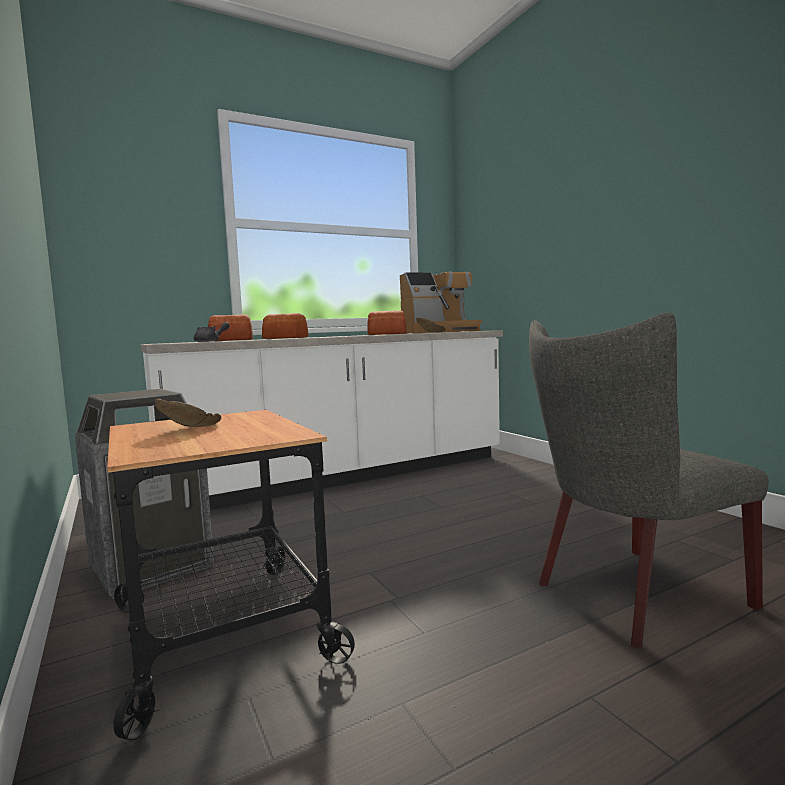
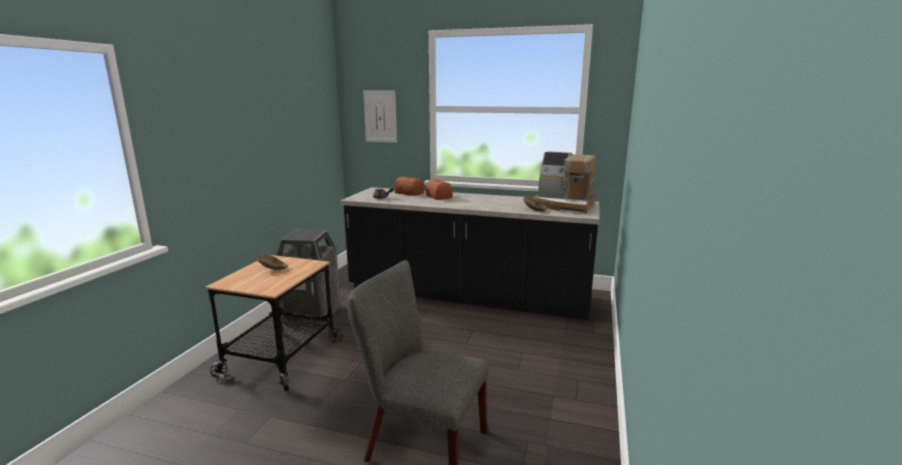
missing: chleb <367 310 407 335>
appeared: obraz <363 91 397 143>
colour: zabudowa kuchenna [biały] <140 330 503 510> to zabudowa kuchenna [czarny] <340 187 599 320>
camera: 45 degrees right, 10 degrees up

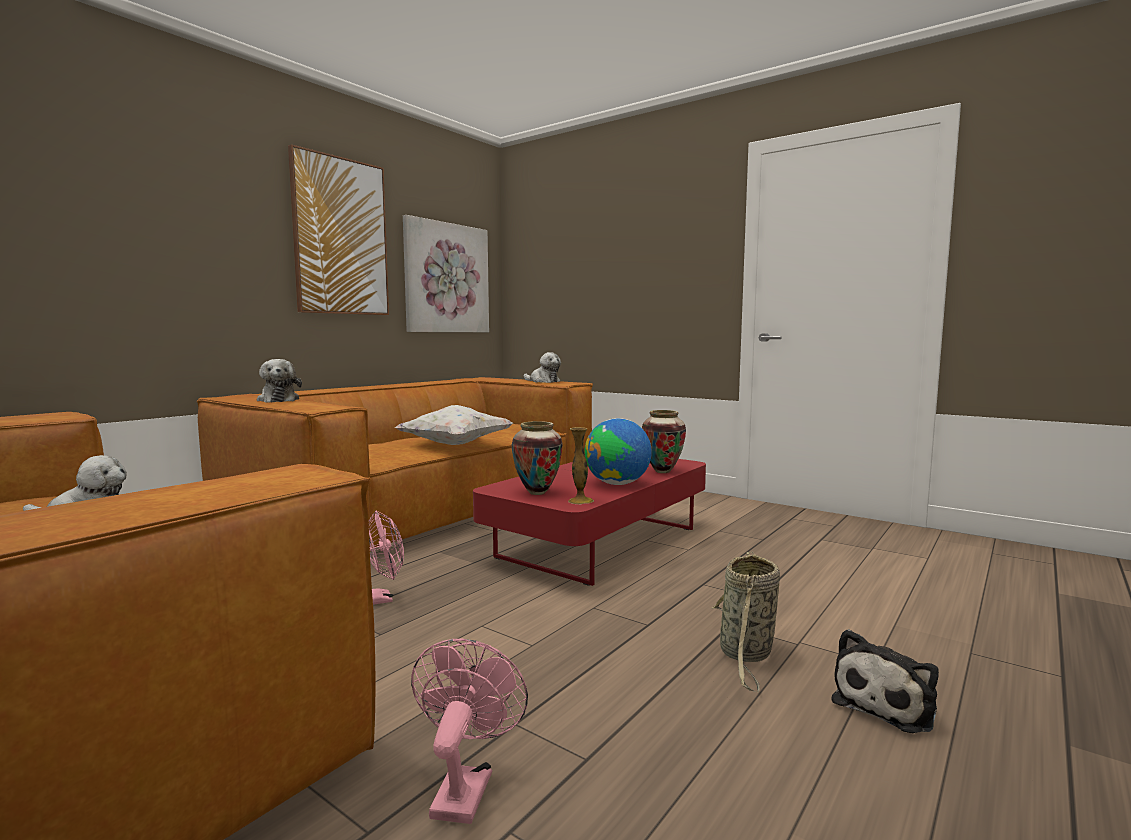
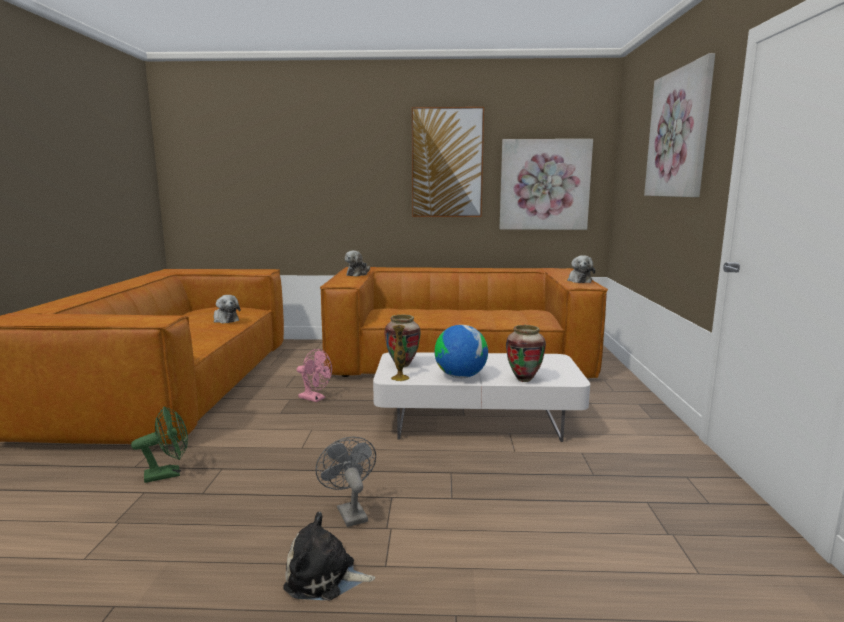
missing: poduszka [biały] <394 405 513 445>
appeared: obraz <644 53 715 197>
exchanged: koszyk <712 552 780 692> to wentylator [szary] <315 437 376 527>
colour: wentylator [różowy] <411 639 528 824> to wentylator [zielony] <131 406 188 483>; ława [czerwony] <473 459 706 586> to ława [biały] <373 352 590 442>
camera: 55 degrees right, 5 degrees up

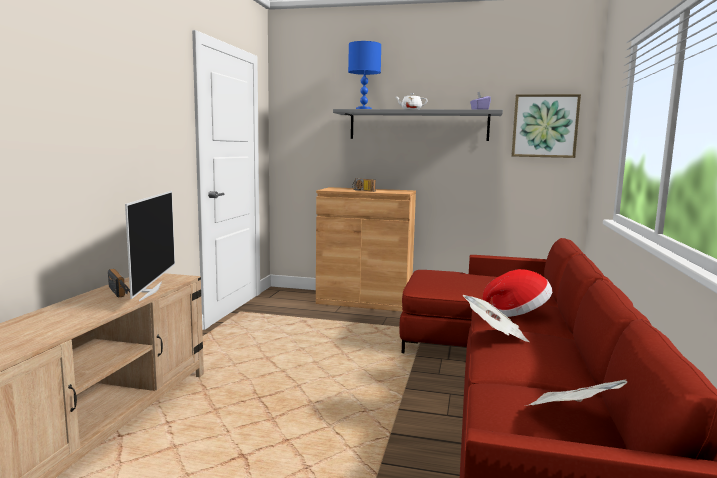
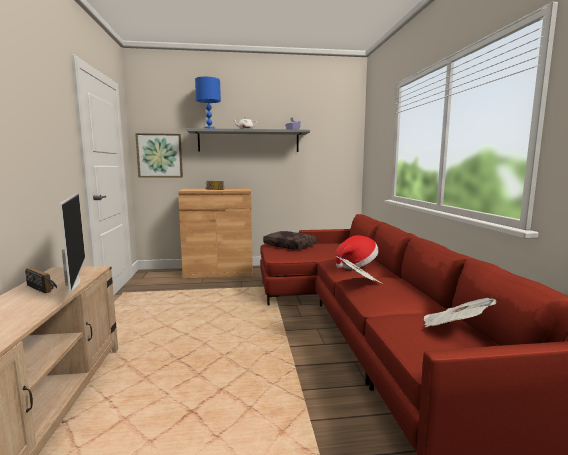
appeared: poduszka [brązowy] <263 231 317 250>
relocated: obraz <511 94 581 158> to <135 133 183 178>
camera: 20 degrees left, 0 degrees up

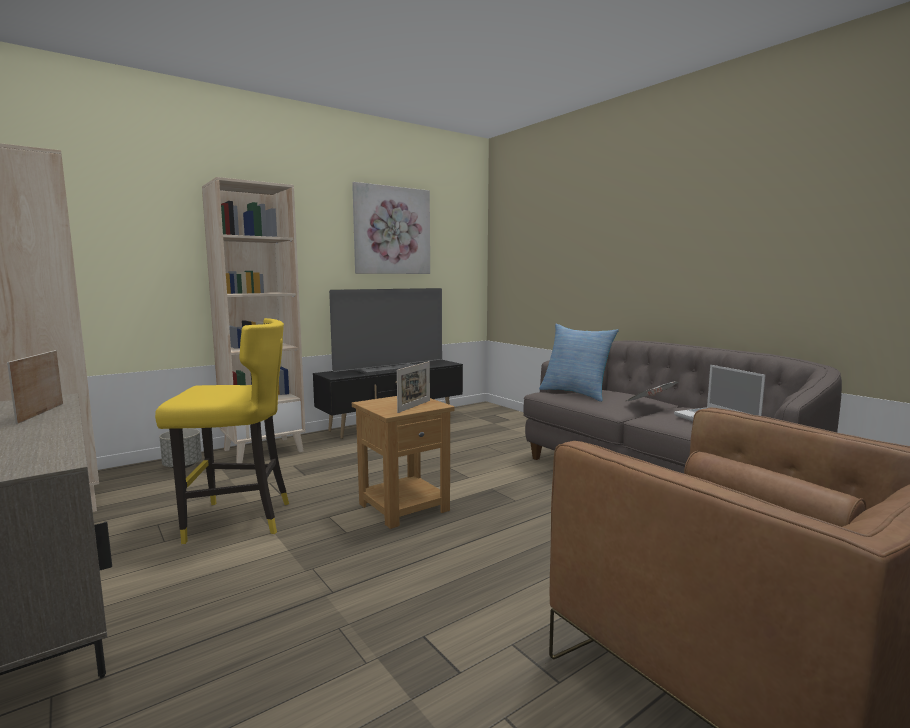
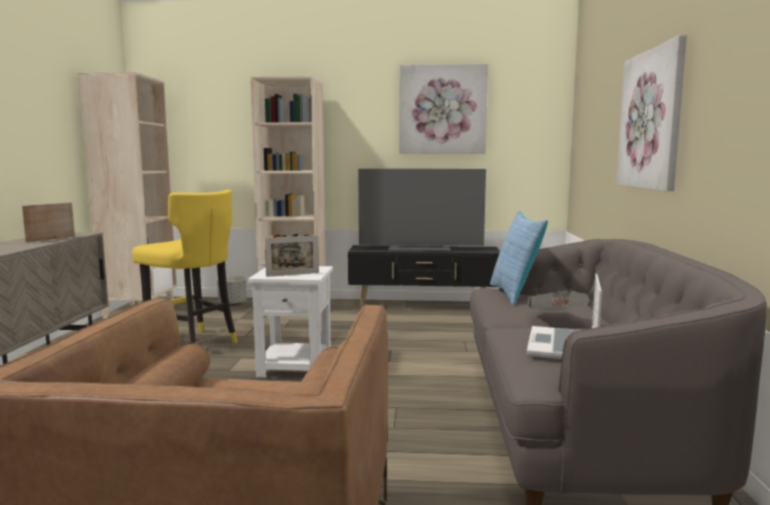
appeared: obraz <616 35 687 191>
colour: stolik [brązowy] <352 396 455 529> to stolik [biały] <248 266 333 378>
camera: 40 degrees right, 0 degrees up

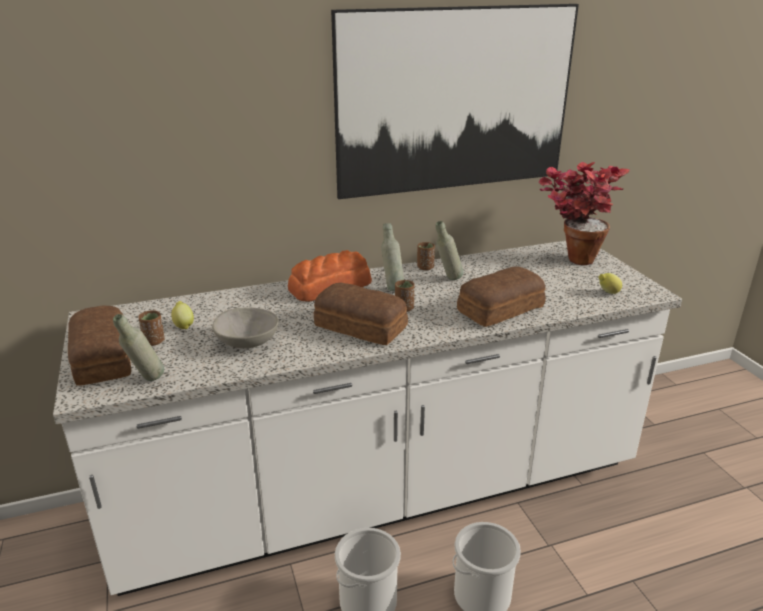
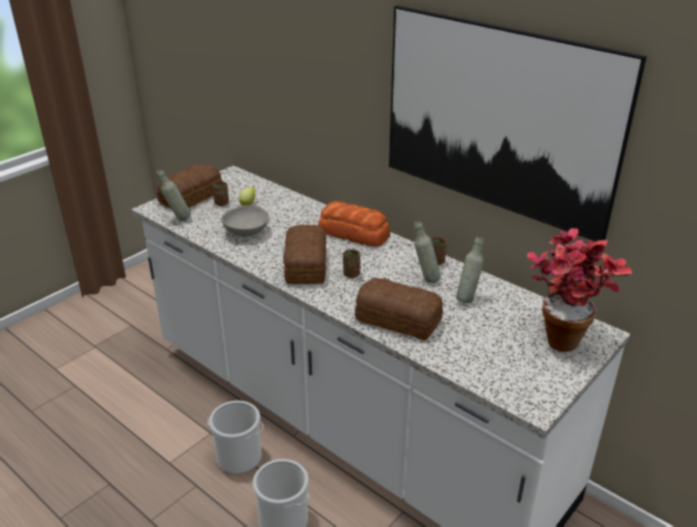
missing: cytryna <598 273 622 294>
relocated: butelka [szary] <381 223 404 291> to <456 237 484 303>
camera: 60 degrees right, 5 degrees up

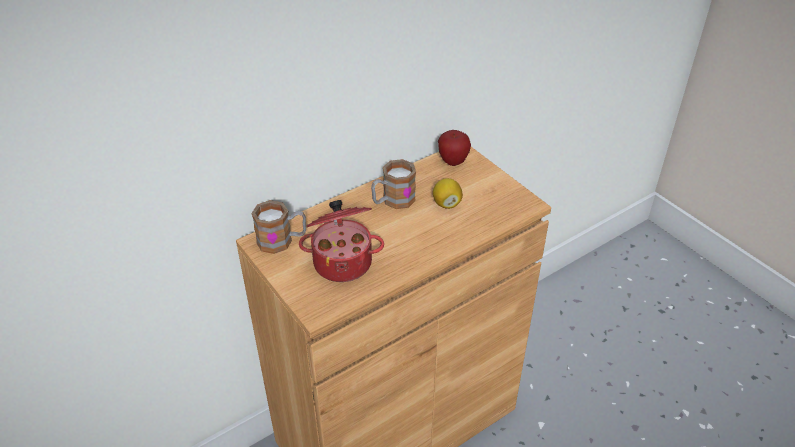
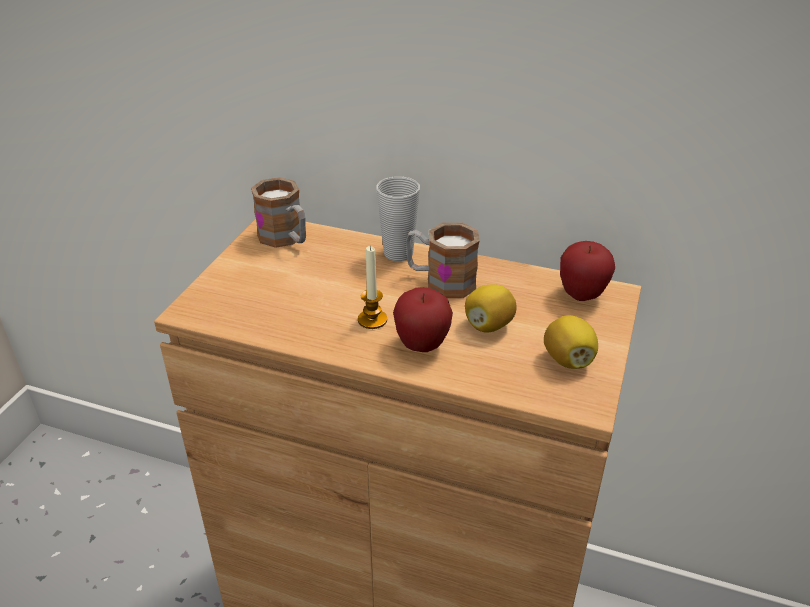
missing: garnek <299 200 384 282>
appeared: świeca <358 246 387 329>; filiżanka <377 176 420 261>; jabłko <393 287 453 352>; cytryna <544 315 598 369>
camera: 55 degrees right, 5 degrees down

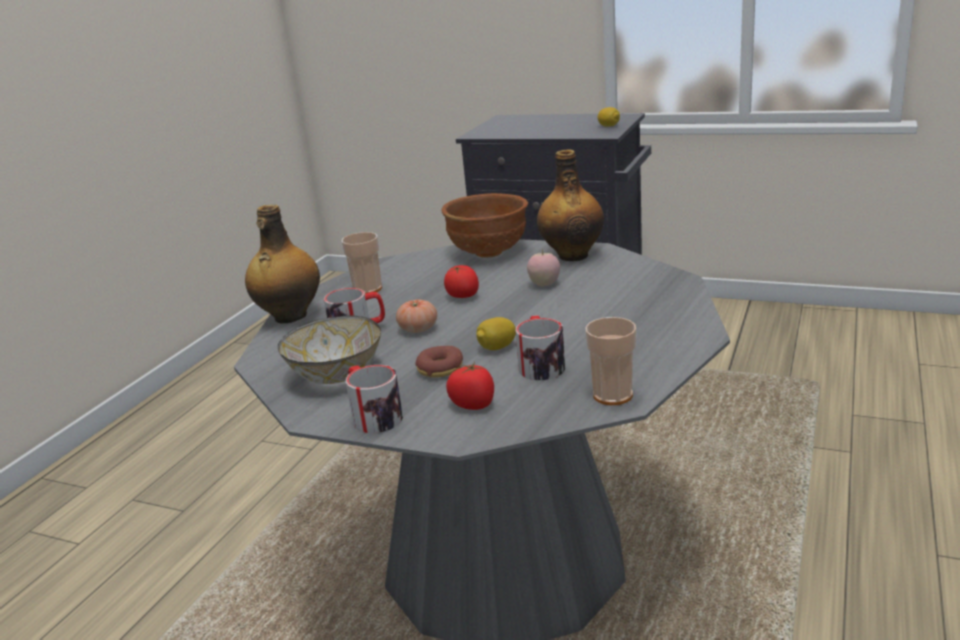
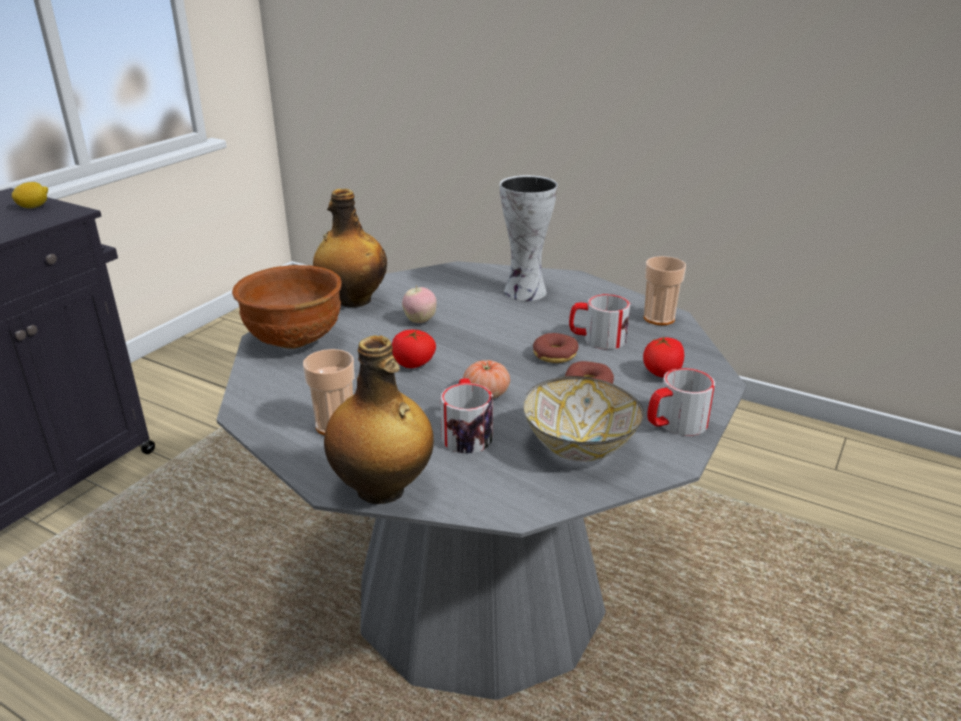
appeared: wazon <500 175 558 301>
exchanged: cytryna <476 317 516 350> to donut <533 333 578 363>
camera: 85 degrees left, 5 degrees up

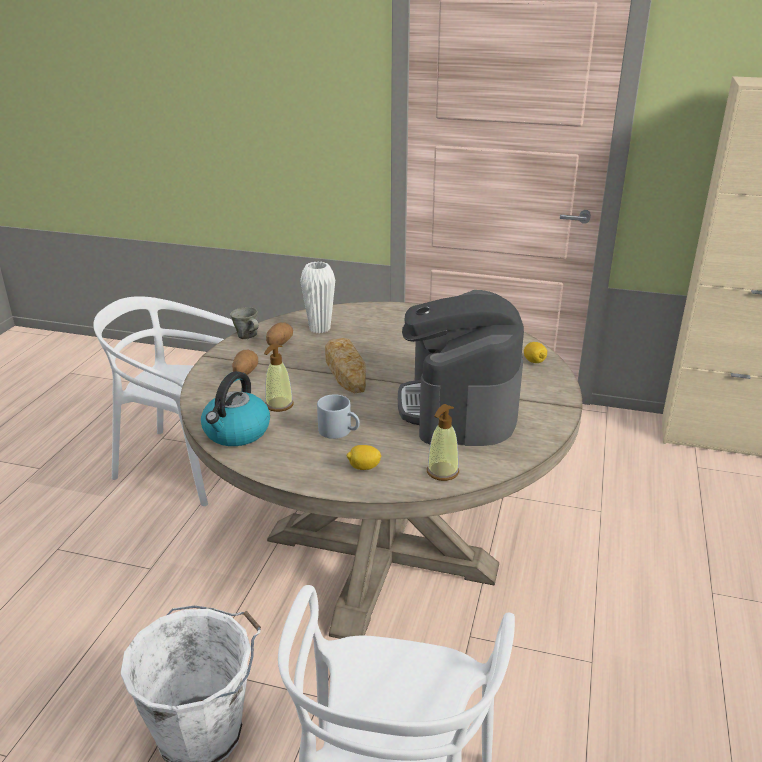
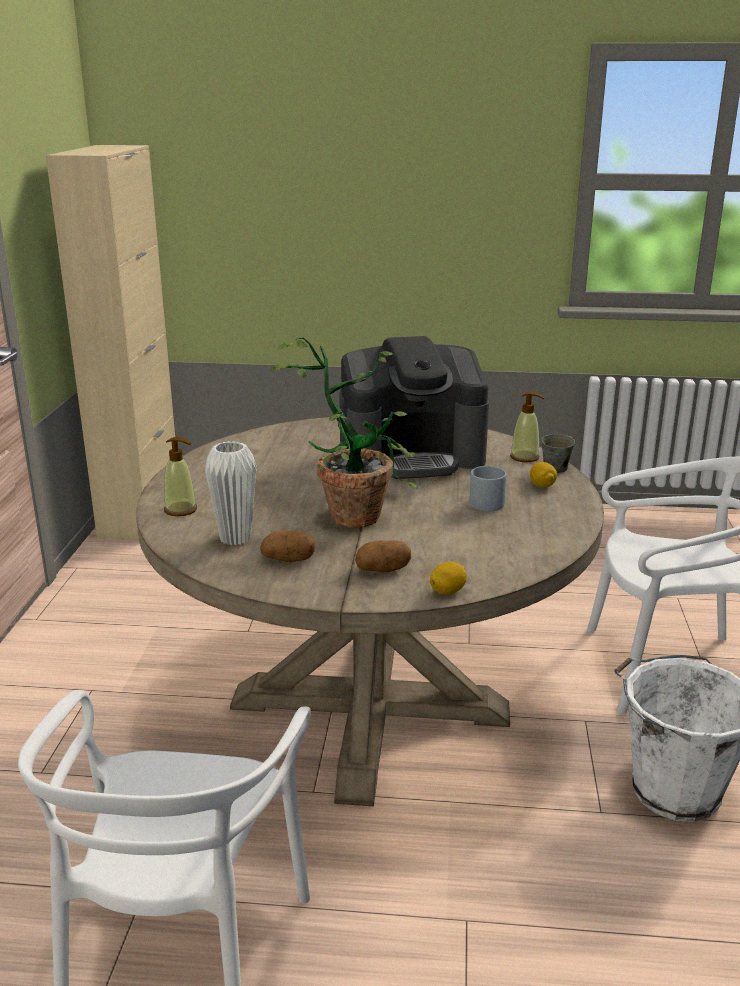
missing: czajnik <201 371 270 446>
relocated: kubek [szary] <230 307 259 339> to <541 434 575 473>; dozownik mydła <264 344 294 412> to <164 437 197 516>; cytryna <524 342 547 363> to <430 561 467 595>
exchanged: chleb <325 338 366 394> to roślina doniczkowa <270 338 419 528>
camera: 100 degrees left, 5 degrees down

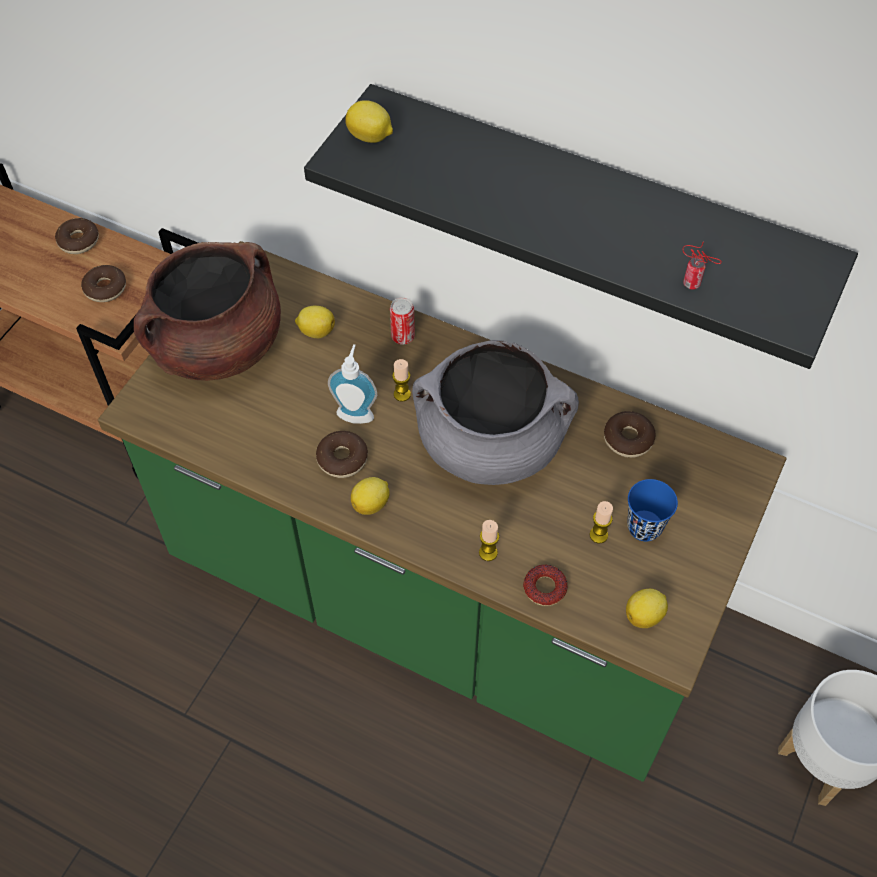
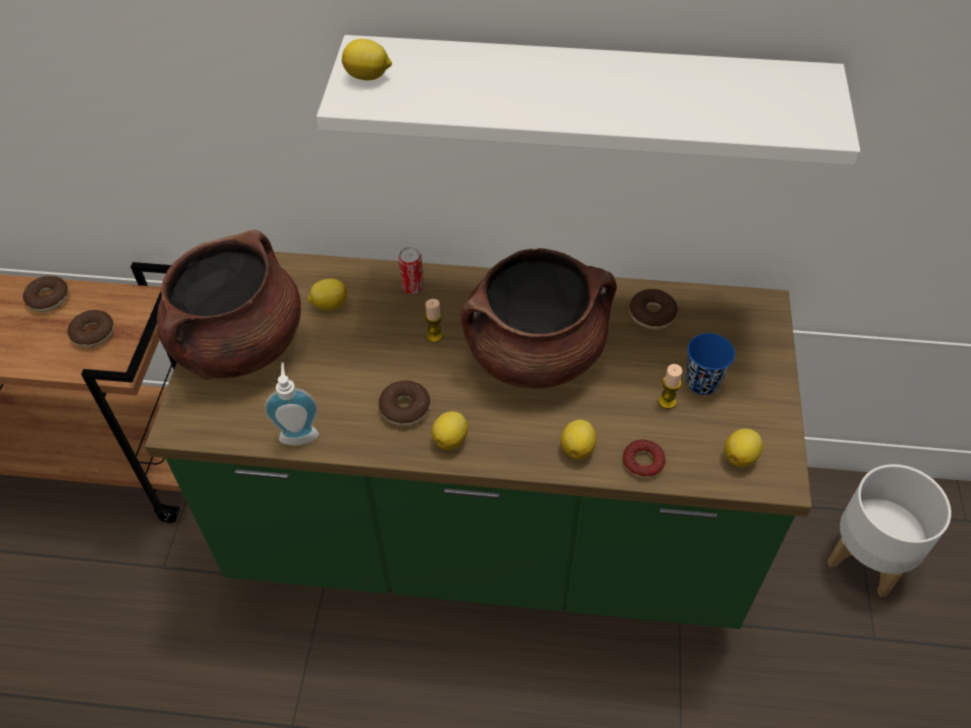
missing: puszka <682 242 722 289>
relocated: dozownik mydła <328 344 377 424> to <264 363 319 445>
exchanged: świeca <479 520 499 561> to cytryna <561 420 597 460>
colour: półka [czarny] <304 84 858 369> to półka [biały] <317 35 860 165>; garnek [szary] <412 340 579 485> to garnek [brązowy] <461 248 617 388>
camera: 20 degrees left, 5 degrees down

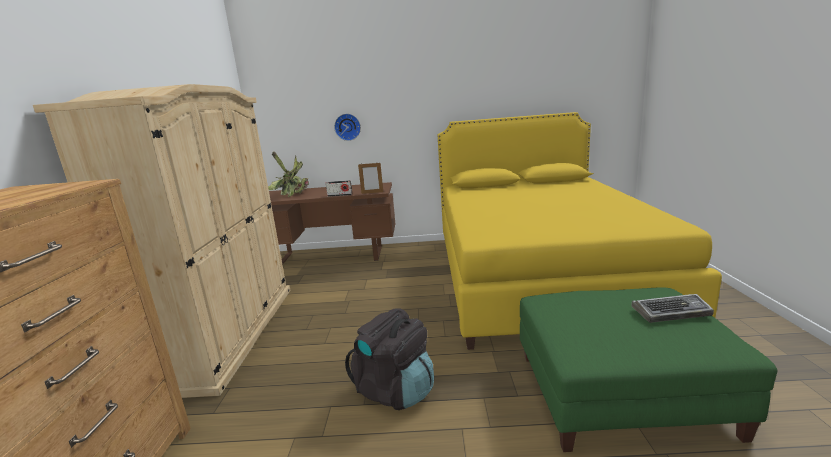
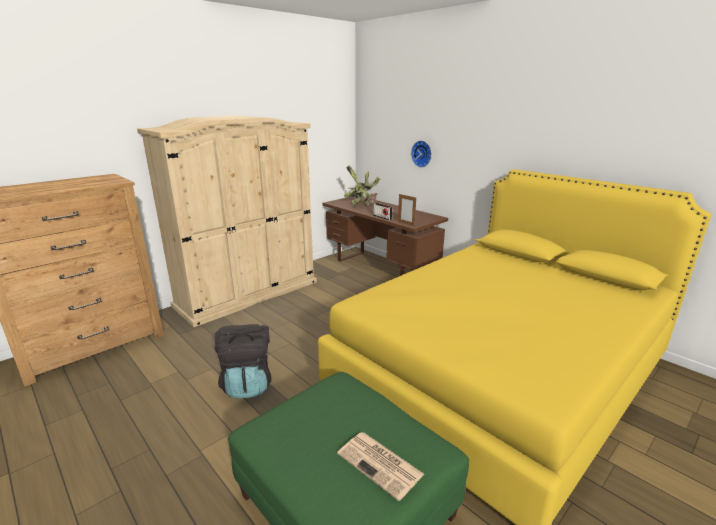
exchanged: klawiatura <631 294 714 323> to gazeta <337 432 424 501>
camera: 45 degrees right, 5 degrees up

